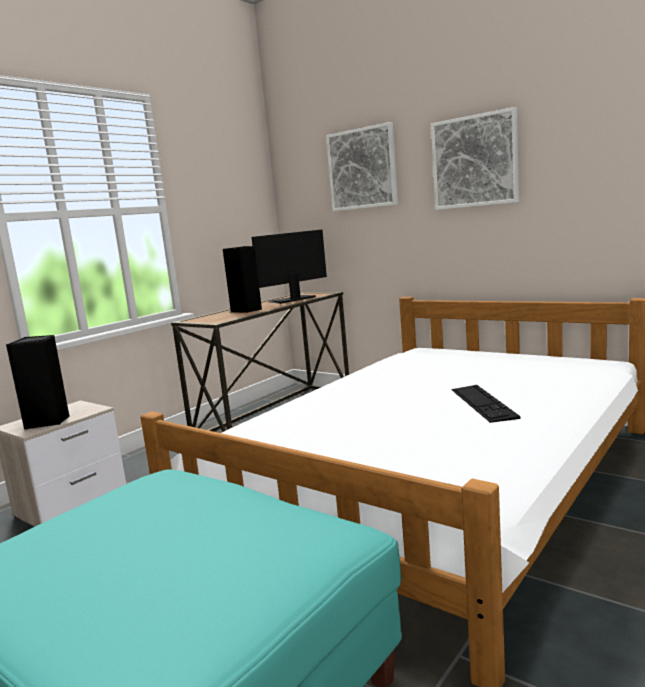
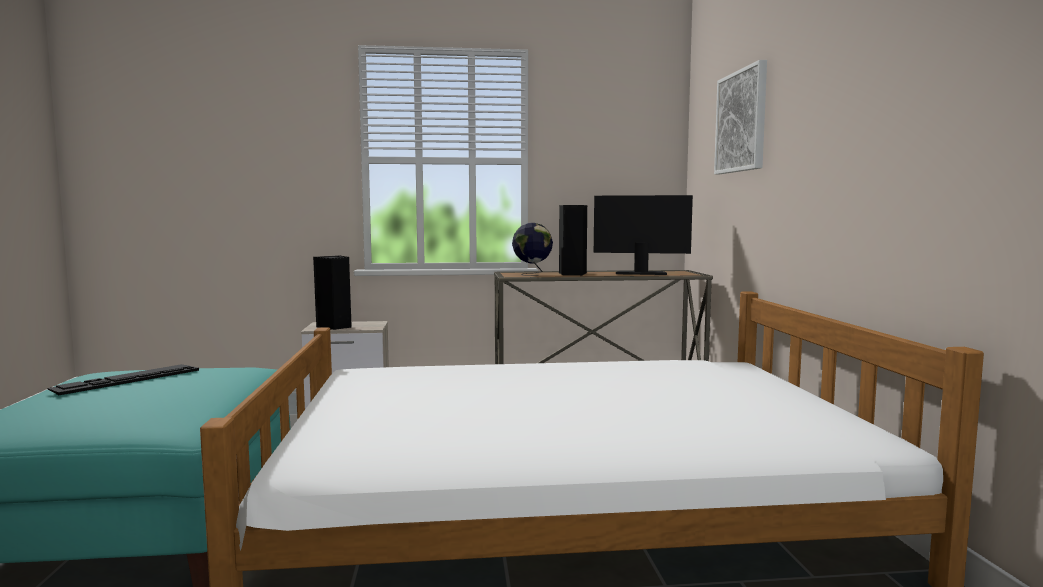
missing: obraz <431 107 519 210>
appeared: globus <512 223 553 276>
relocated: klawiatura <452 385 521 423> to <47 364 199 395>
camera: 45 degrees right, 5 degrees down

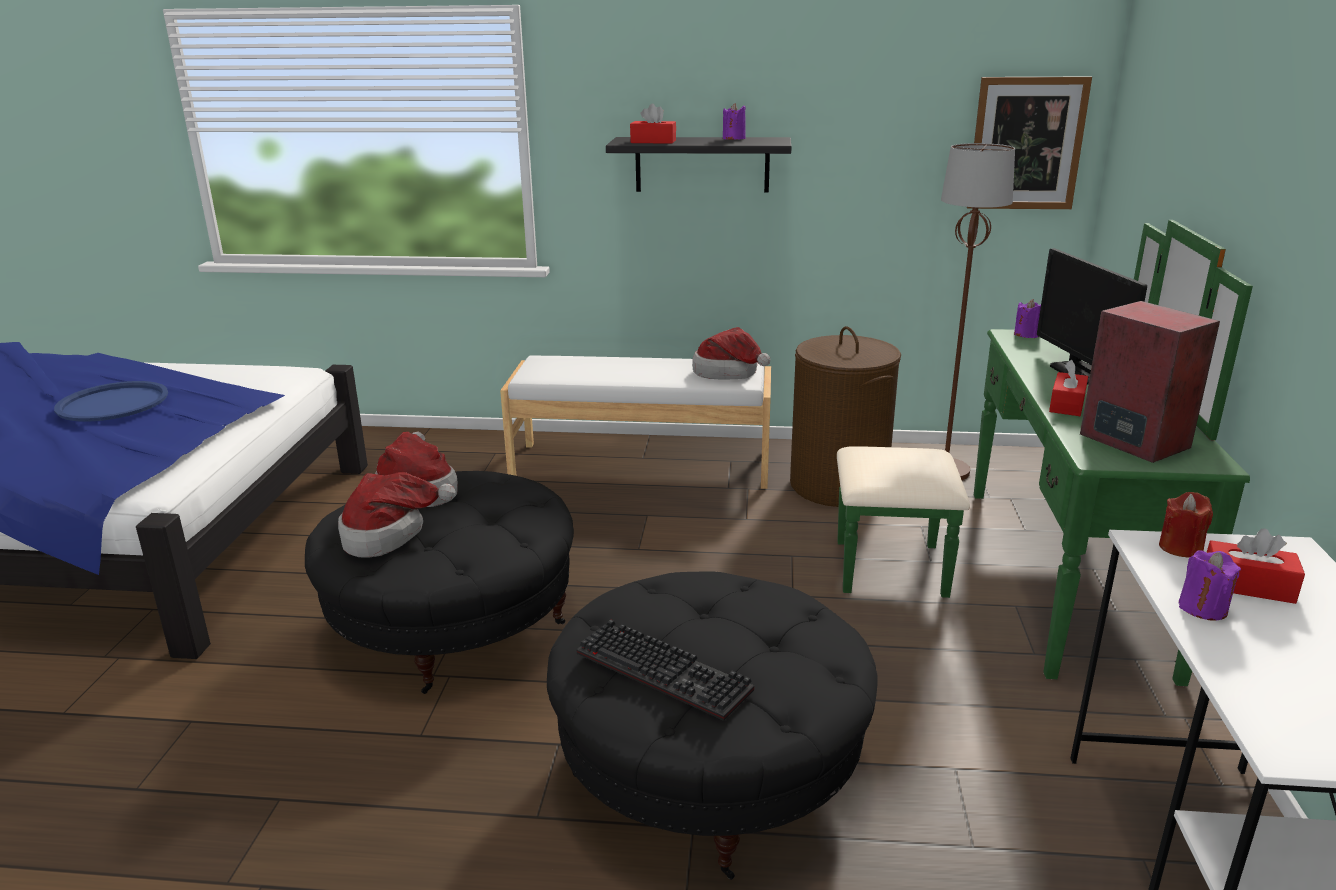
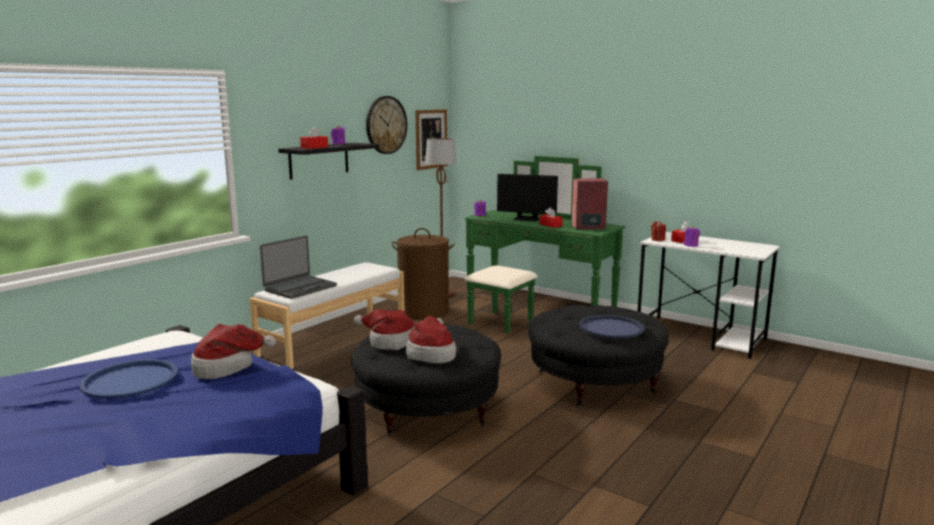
appeared: laptop <260 236 337 299>; zegar ścienny <366 96 407 154>
relocated: kapelusz <692 327 770 379> to <191 324 276 379>
exchanged: klawiatura <577 619 754 721> to taca [niebieski] <579 315 645 339>
camera: 60 degrees left, 10 degrees down

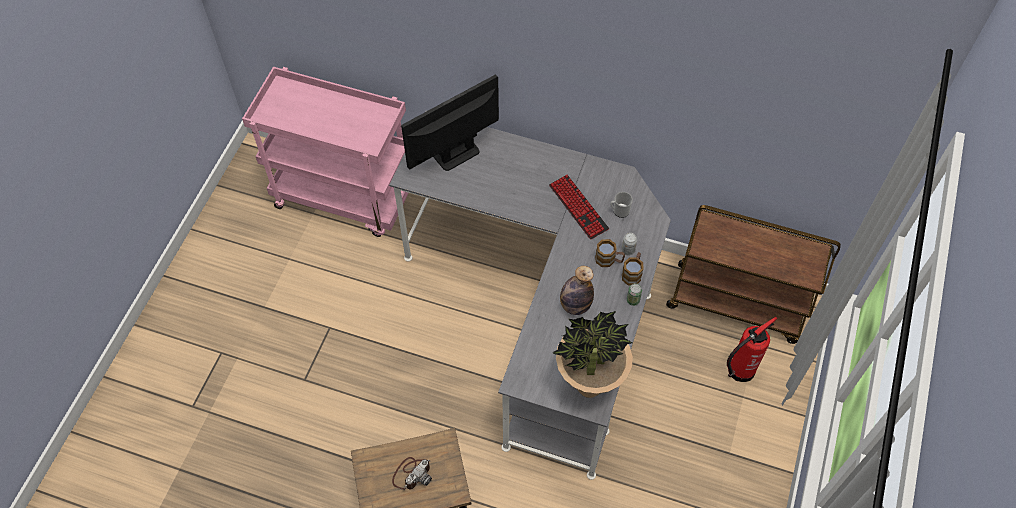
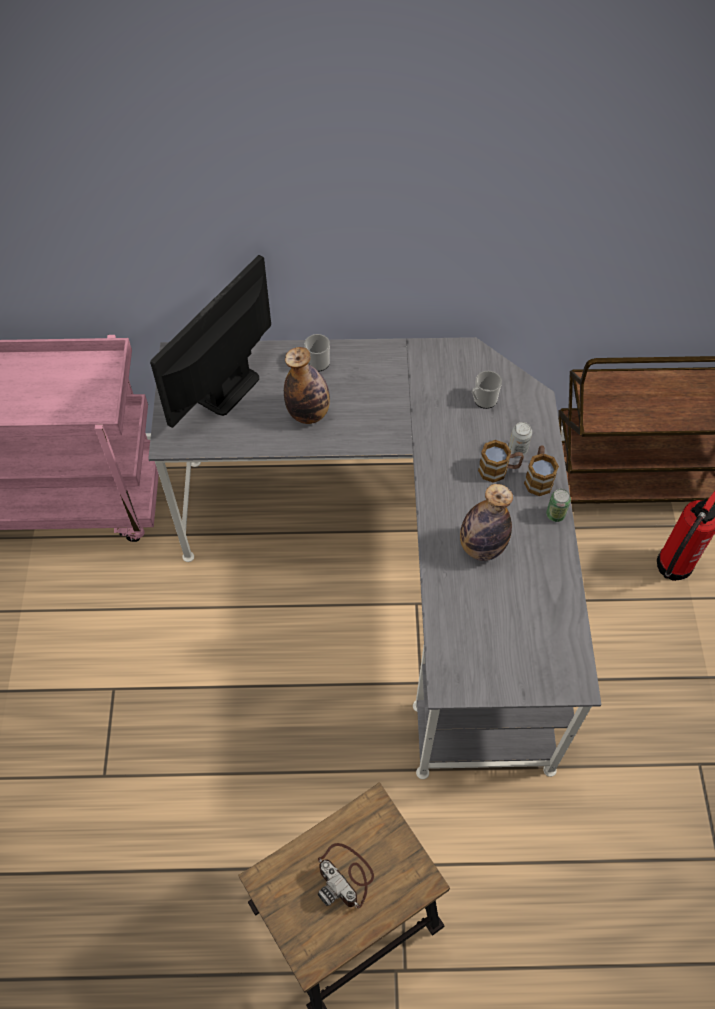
missing: klawiatura <549 175 609 240>; roślina doniczkowa <552 311 633 398>
appeared: butelka <284 347 330 424>; kubek <304 334 330 372>
spun: aparat fotograficzny <392 457 432 490> = <318 843 374 909> 120 degrees clockwise
camera: 20 degrees left, 0 degrees up

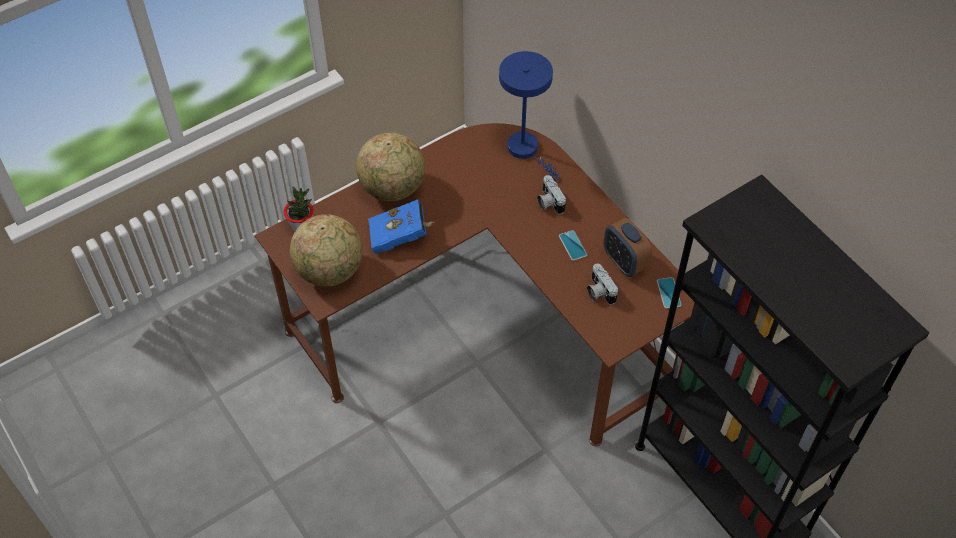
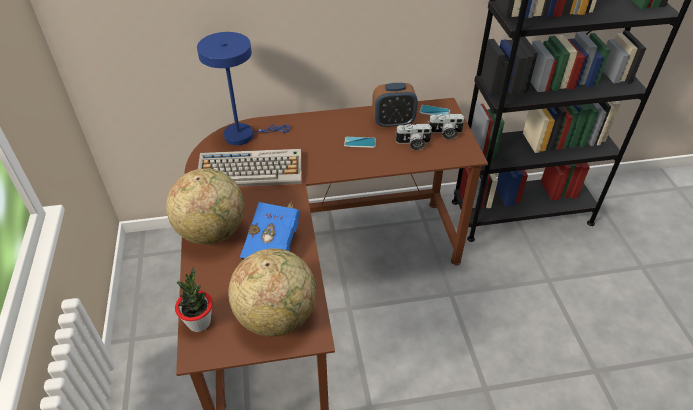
appeared: klawiatura <198 149 302 186>
relocated: aparat fotograficzny <537 175 566 214> to <429 114 465 140>
camera: 65 degrees left, 10 degrees down

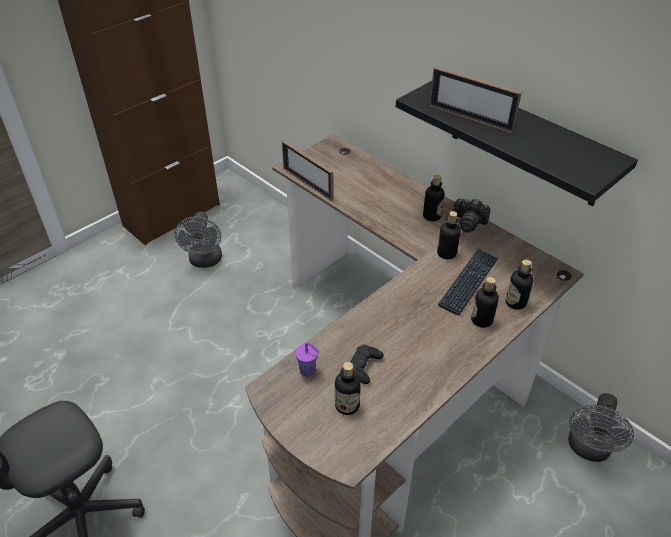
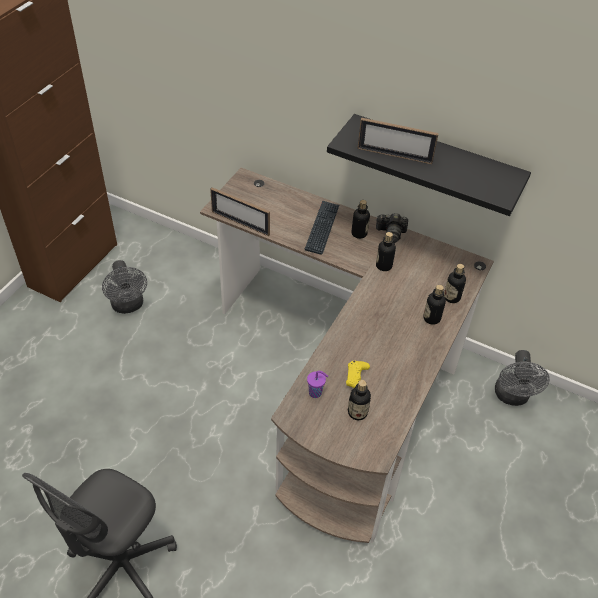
relocated: klawiatura <438 249 498 315> to <304 201 339 255>
colour: pad do gier [czarny] <350 345 384 384> to pad do gier [żółty] <346 361 370 388>
camera: 20 degrees left, 5 degrees up

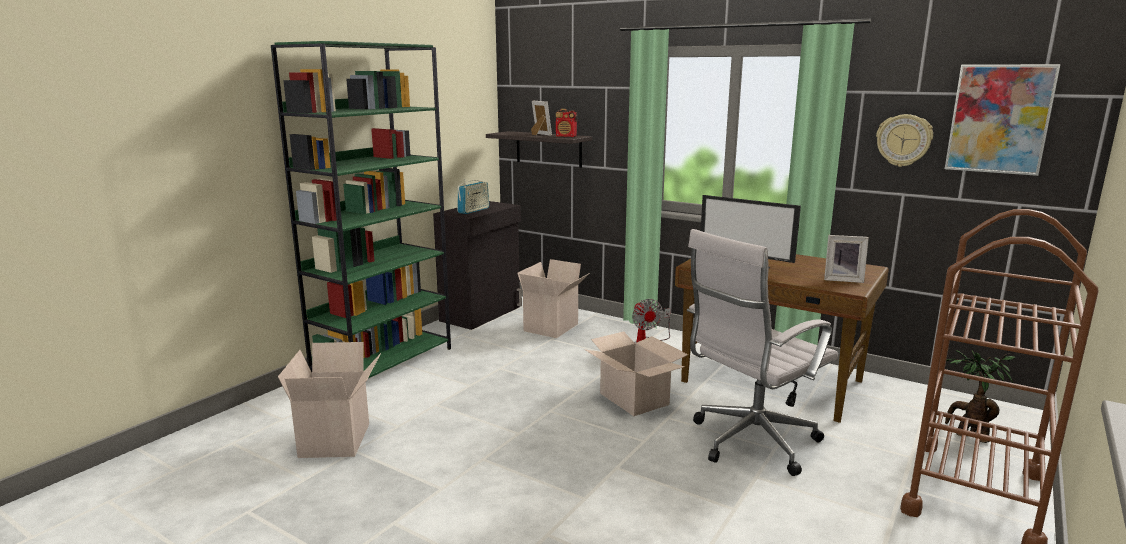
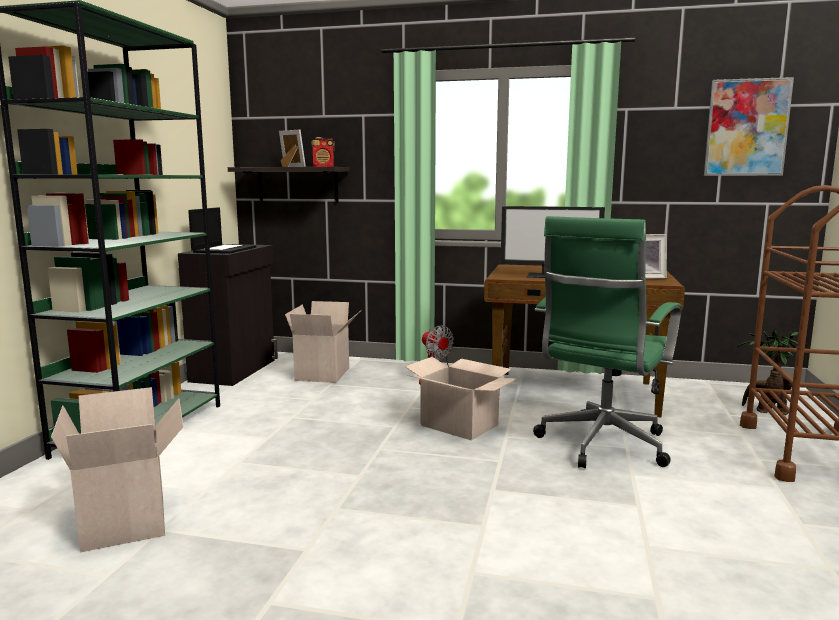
missing: zegar ścienny <876 114 933 167>
exchanged: radio <457 179 489 214> to laptop <188 207 256 254>
colour: krzesło biurowe [biały] <687 229 838 476> to krzesło biurowe [zielony] <533 216 681 468>
camera: 20 degrees left, 5 degrees down

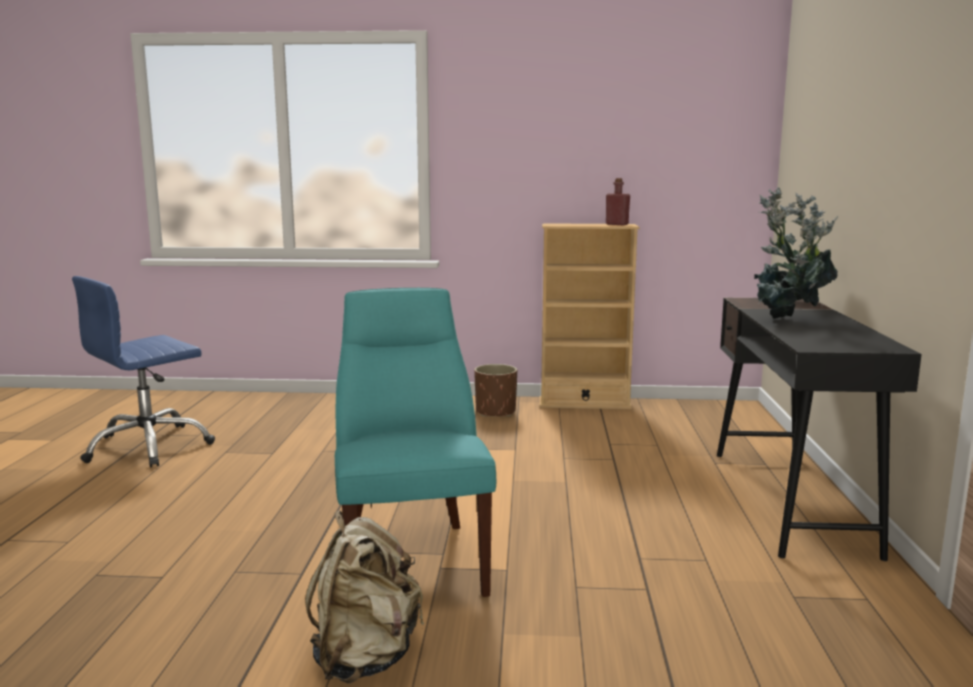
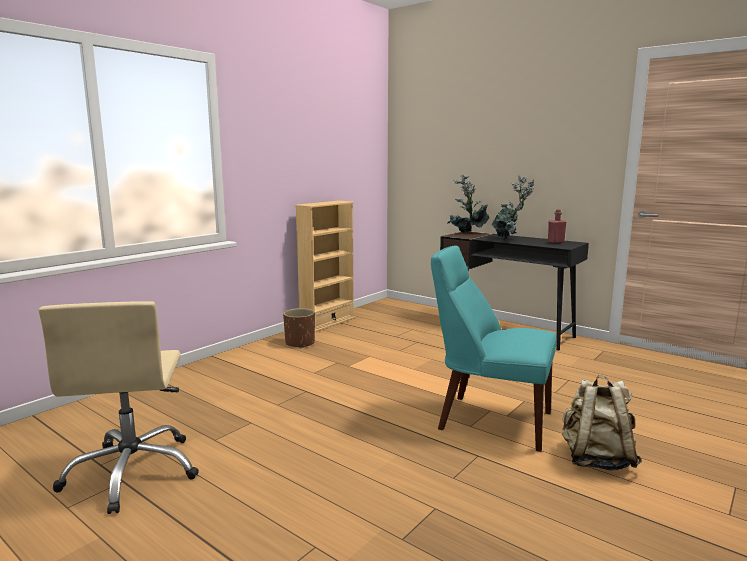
relocated: butelka [czerwony] <606 178 630 225> to <548 209 566 243>
colour: krzesło biurowe [niebieski] <72 276 215 467> to krzesło biurowe [beżowy] <38 301 199 514>
camera: 55 degrees left, 0 degrees up

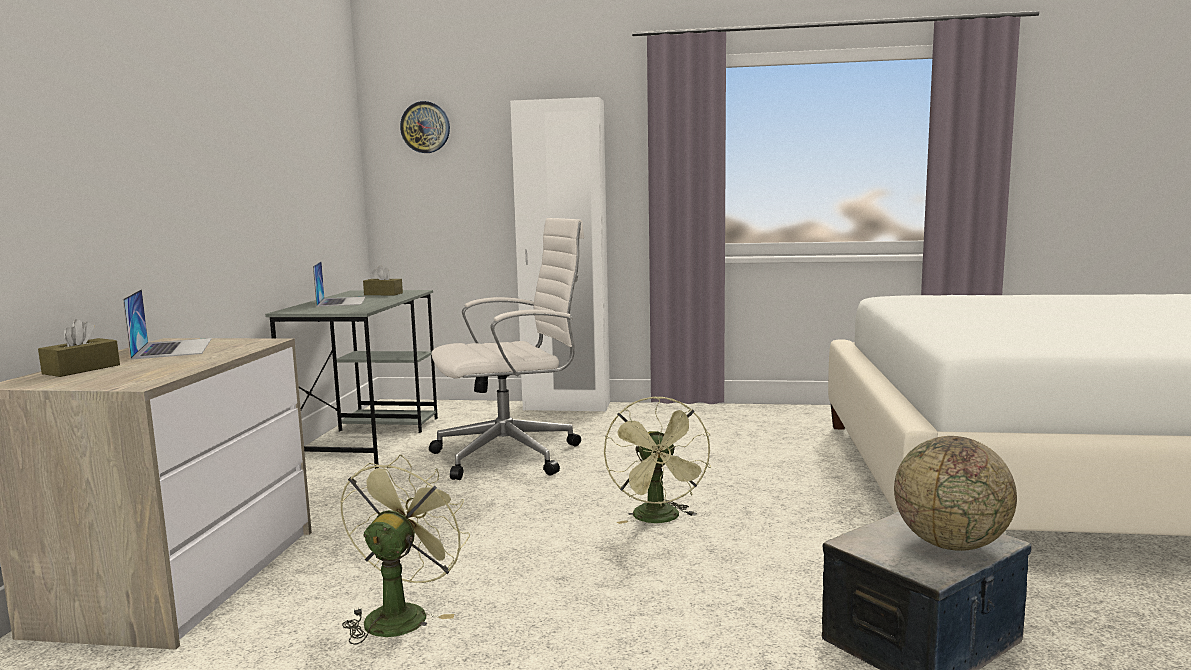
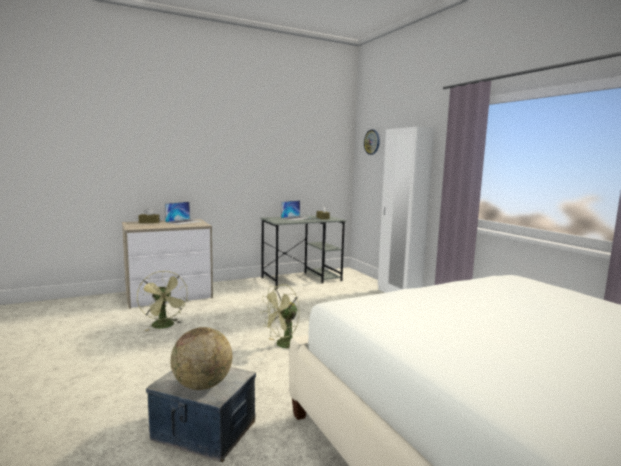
missing: krzesło biurowe [biały] <429 218 584 480>
spun: wentylator [zielony] <340 454 470 645> = <137 271 188 331> 75 degrees clockwise
camera: 55 degrees right, 0 degrees up

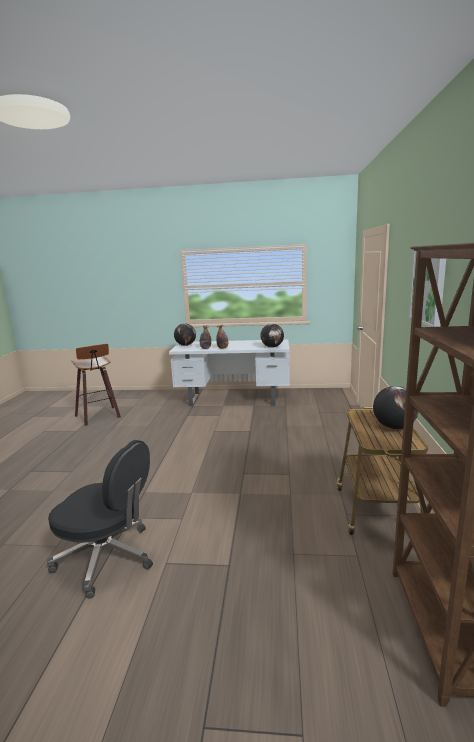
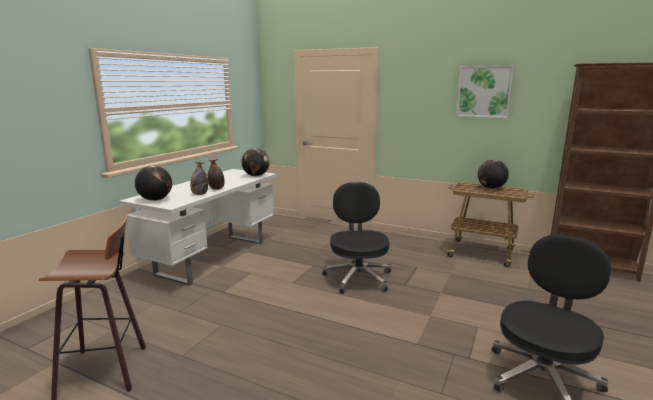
appeared: krzesło biurowe [czarny] <322 182 391 294>
camera: 70 degrees left, 0 degrees up

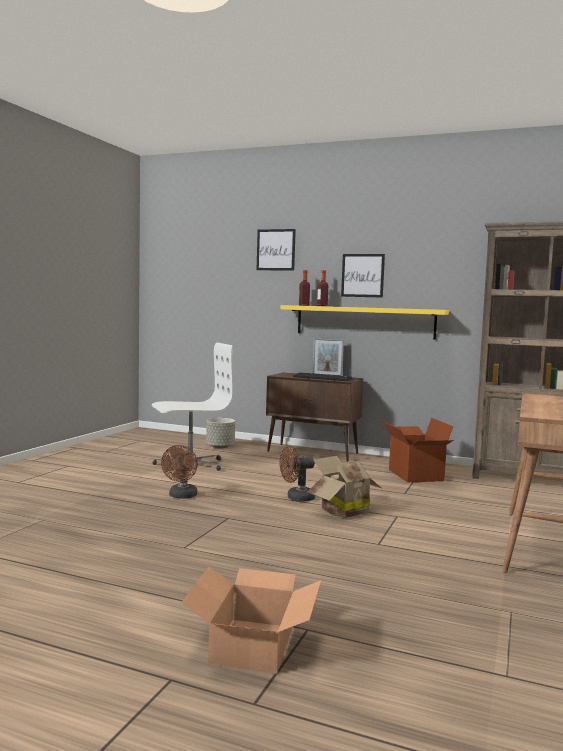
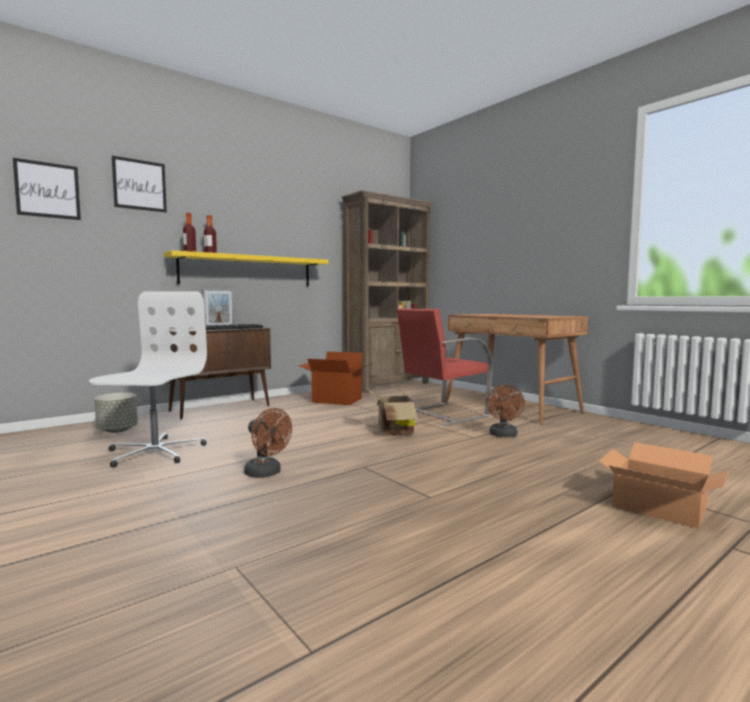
appeared: krzesło [czerwony] <397 308 493 426>
relocated: wentylator [brązowy] <279 446 315 502> to <486 384 525 437>; obraz <341 254 385 298> to <13 158 81 220>
camera: 60 degrees left, 0 degrees up

